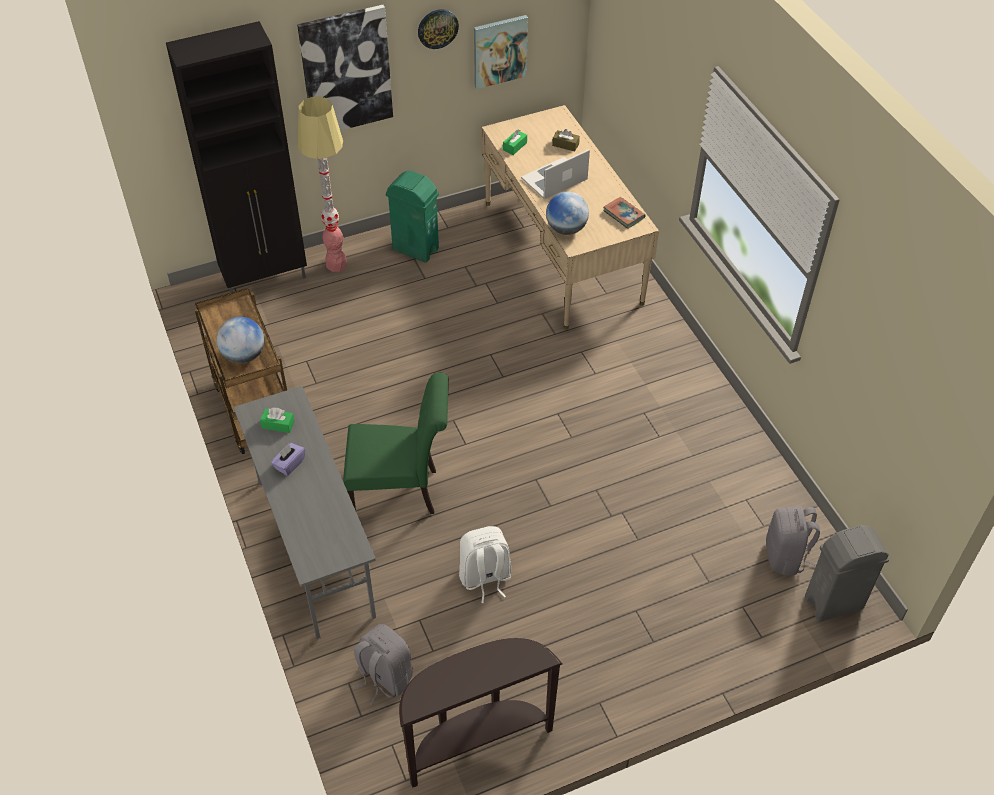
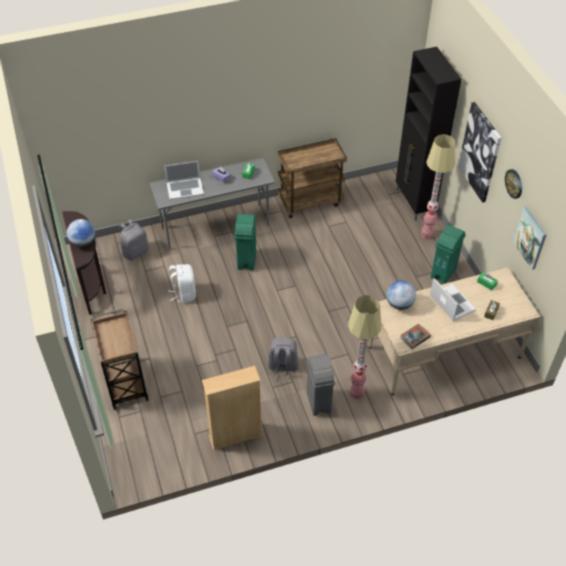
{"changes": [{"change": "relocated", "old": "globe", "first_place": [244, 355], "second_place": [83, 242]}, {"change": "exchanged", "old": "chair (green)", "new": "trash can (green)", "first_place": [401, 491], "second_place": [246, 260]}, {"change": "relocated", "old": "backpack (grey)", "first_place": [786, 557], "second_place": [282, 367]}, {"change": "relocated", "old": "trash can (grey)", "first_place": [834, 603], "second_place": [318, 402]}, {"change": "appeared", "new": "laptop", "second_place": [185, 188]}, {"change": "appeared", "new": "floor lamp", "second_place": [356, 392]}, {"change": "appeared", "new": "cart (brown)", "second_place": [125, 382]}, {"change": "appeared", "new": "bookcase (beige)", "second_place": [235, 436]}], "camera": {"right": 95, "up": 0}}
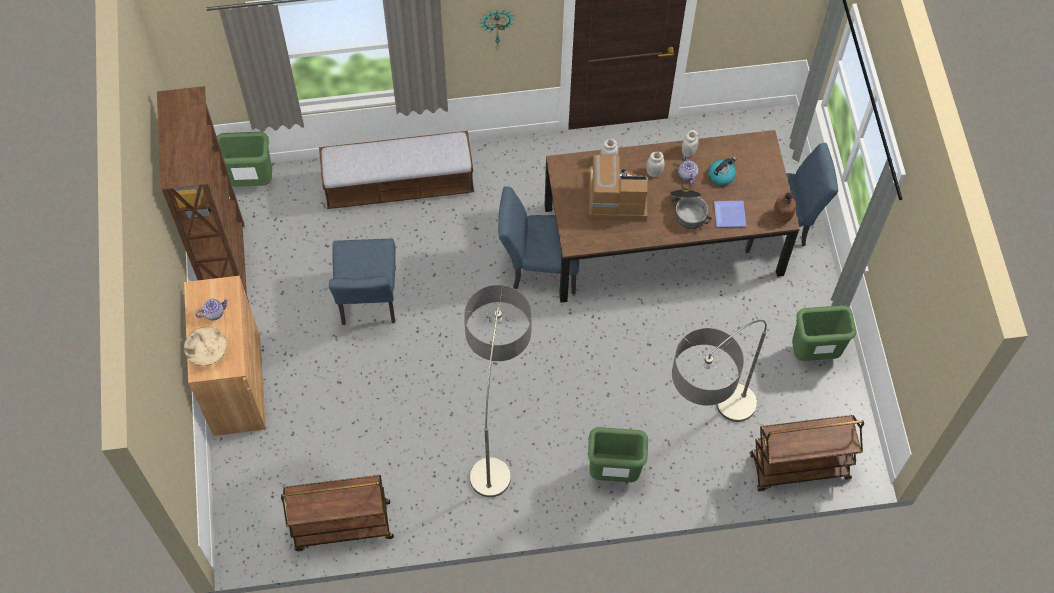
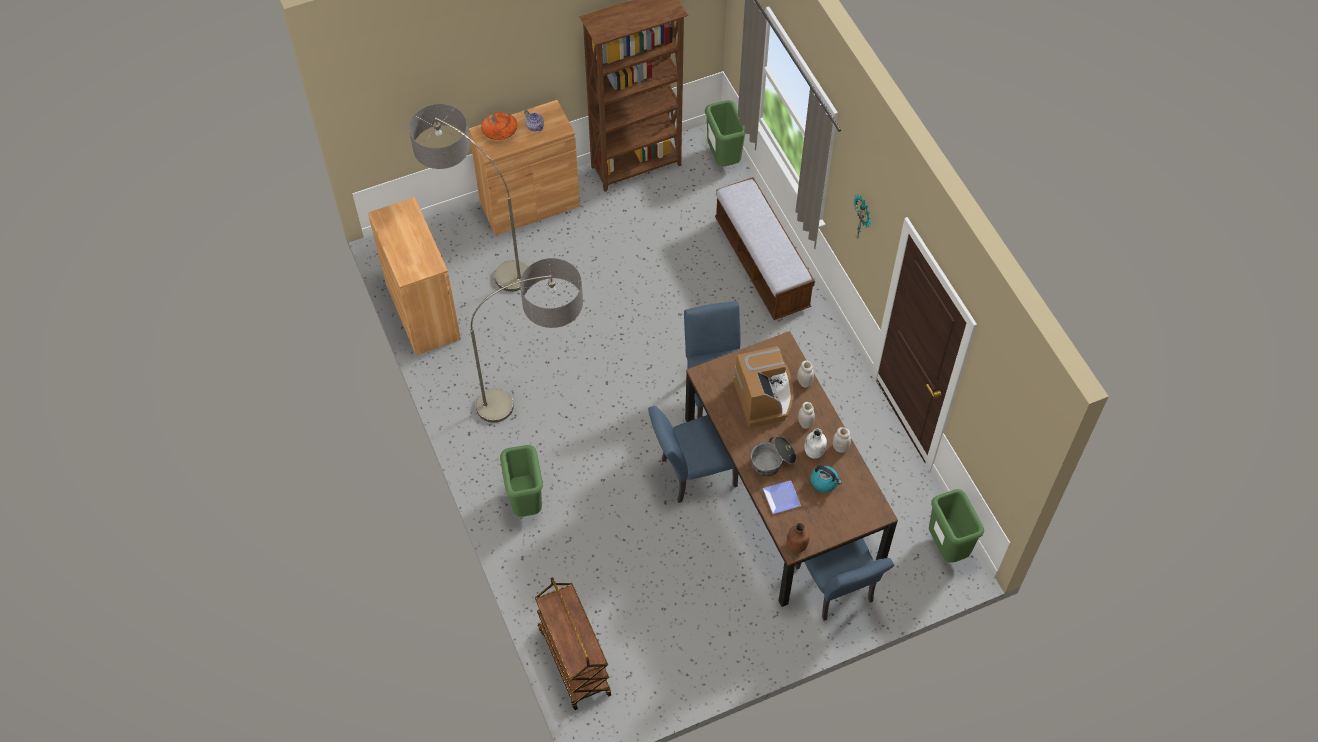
{"changes": [{"change": "exchanged", "old": "teapot", "new": "bottle (white)", "first_place": [687, 174], "second_place": [813, 452]}, {"change": "relocated", "old": "chair (blue)", "first_place": [368, 302], "second_place": [692, 474]}, {"change": "relocated", "old": "trash can (green)", "first_place": [814, 352], "second_place": [947, 547]}, {"change": "relocated", "old": "floor lamp", "first_place": [702, 434], "second_place": [477, 258]}, {"change": "colour", "old": "bowl (beige)", "new": "bowl (orange)", "first_place": [207, 350], "second_place": [500, 131]}, {"change": "exchanged", "old": "cart (brown)", "new": "cabinet (brown)", "first_place": [342, 527], "second_place": [422, 311]}], "camera": {"right": 75, "up": -5}}
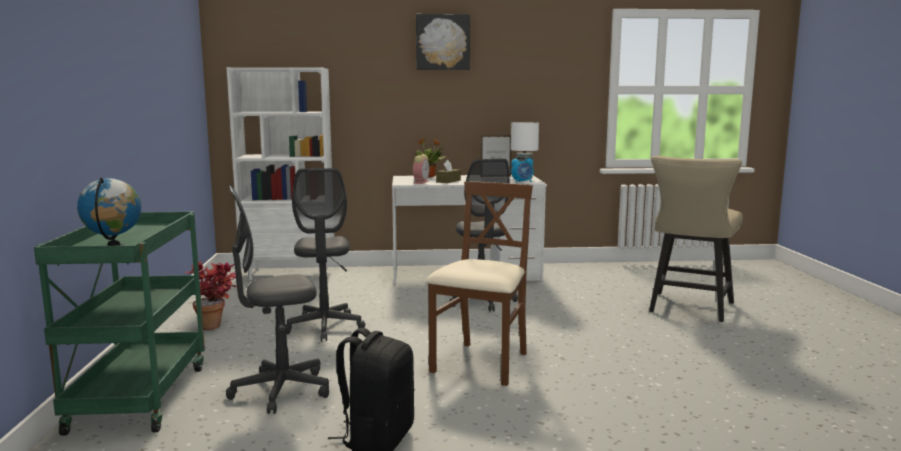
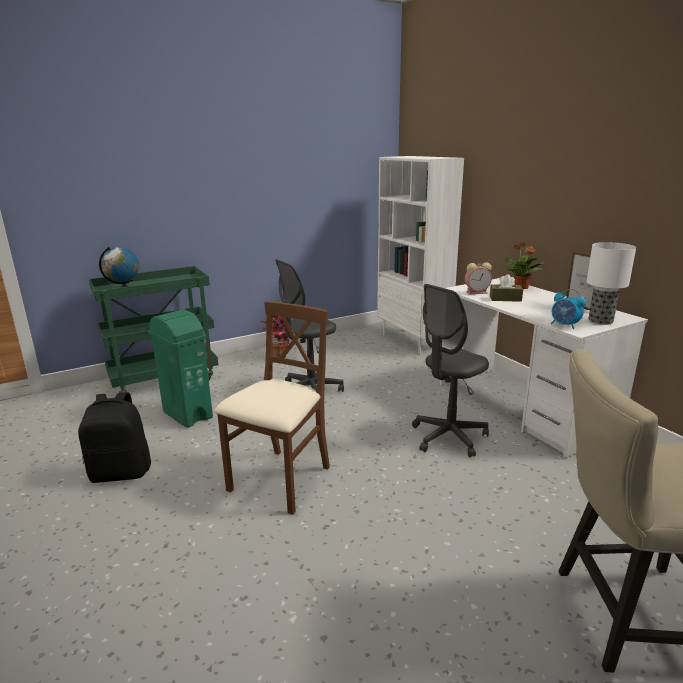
{"changes": [{"change": "missing", "old": "picture", "first_place": [442, 42]}, {"change": "spun", "old": "chair (brown)", "first_place": [481, 363], "second_place": [281, 480], "degrees": -60}, {"change": "exchanged", "old": "office chair (grey)", "new": "trash can (green)", "first_place": [281, 391], "second_place": [187, 414]}], "camera": {"right": 65, "up": 10}}
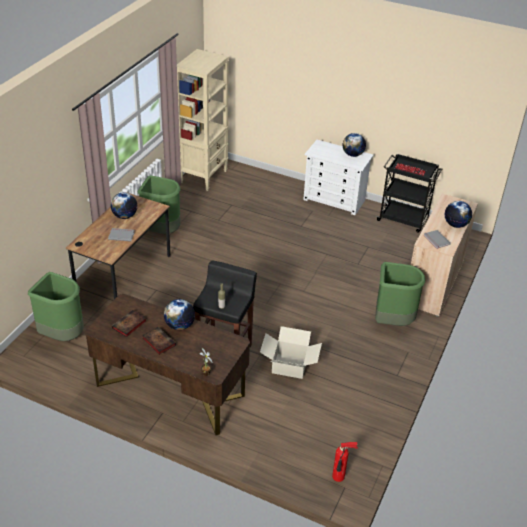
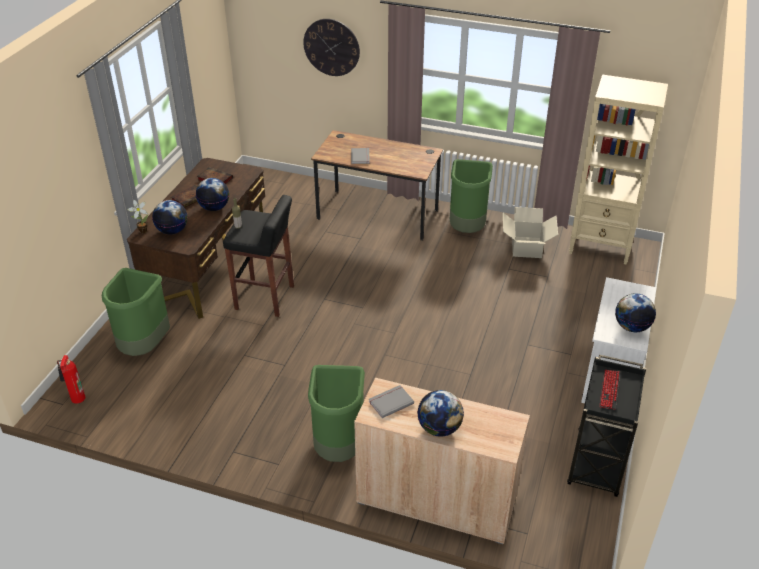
{"changes": [{"change": "relocated", "old": "globe", "first_place": [124, 216], "second_place": [172, 231]}, {"change": "relocated", "old": "trash can (green)", "first_place": [63, 335], "second_place": [144, 346]}, {"change": "relocated", "old": "cardboard box", "first_place": [289, 365], "second_place": [527, 247]}, {"change": "appeared", "new": "wall clock", "second_place": [331, 47]}], "camera": {"right": 85, "up": 0}}
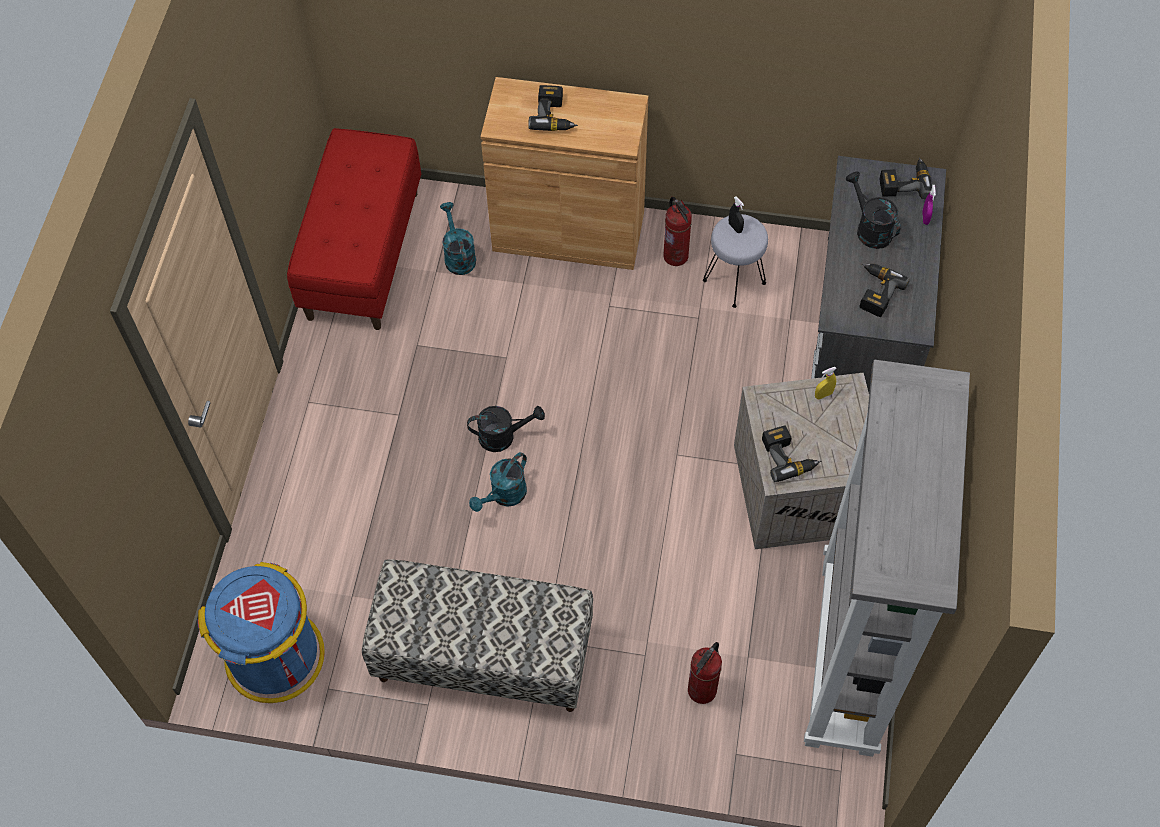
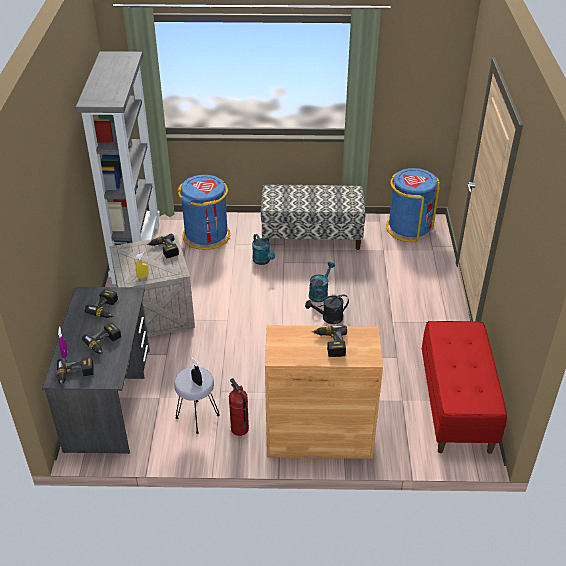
{"changes": [{"change": "exchanged", "old": "watering can (black)", "new": "power drill", "first_place": [869, 228], "second_place": [105, 343]}, {"change": "relocated", "old": "watering can (turquoise)", "first_place": [458, 255], "second_place": [263, 261]}, {"change": "exchanged", "old": "fire extinguisher", "new": "trash can (blue)", "first_place": [702, 690], "second_place": [206, 235]}], "camera": {"right": 170, "up": -20}}
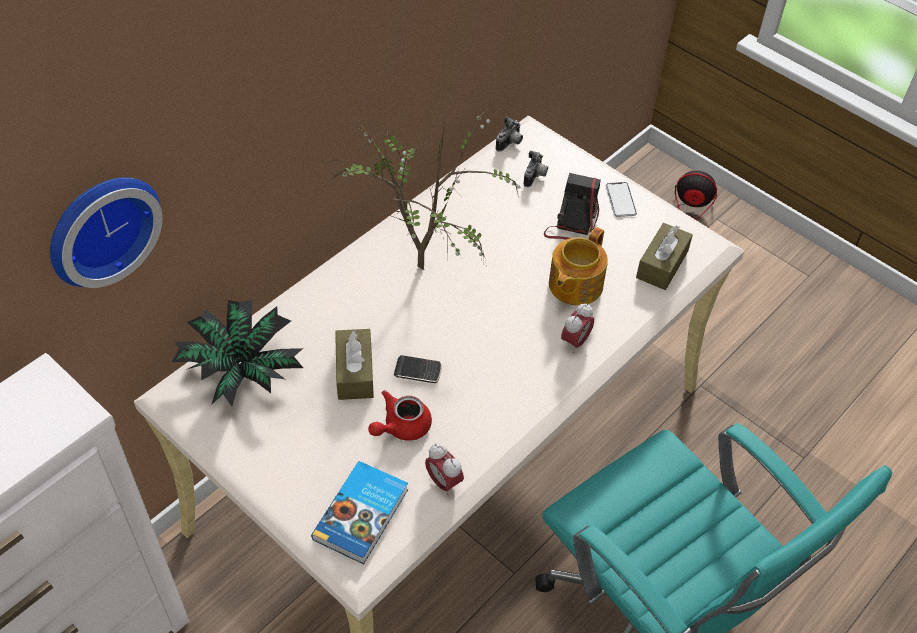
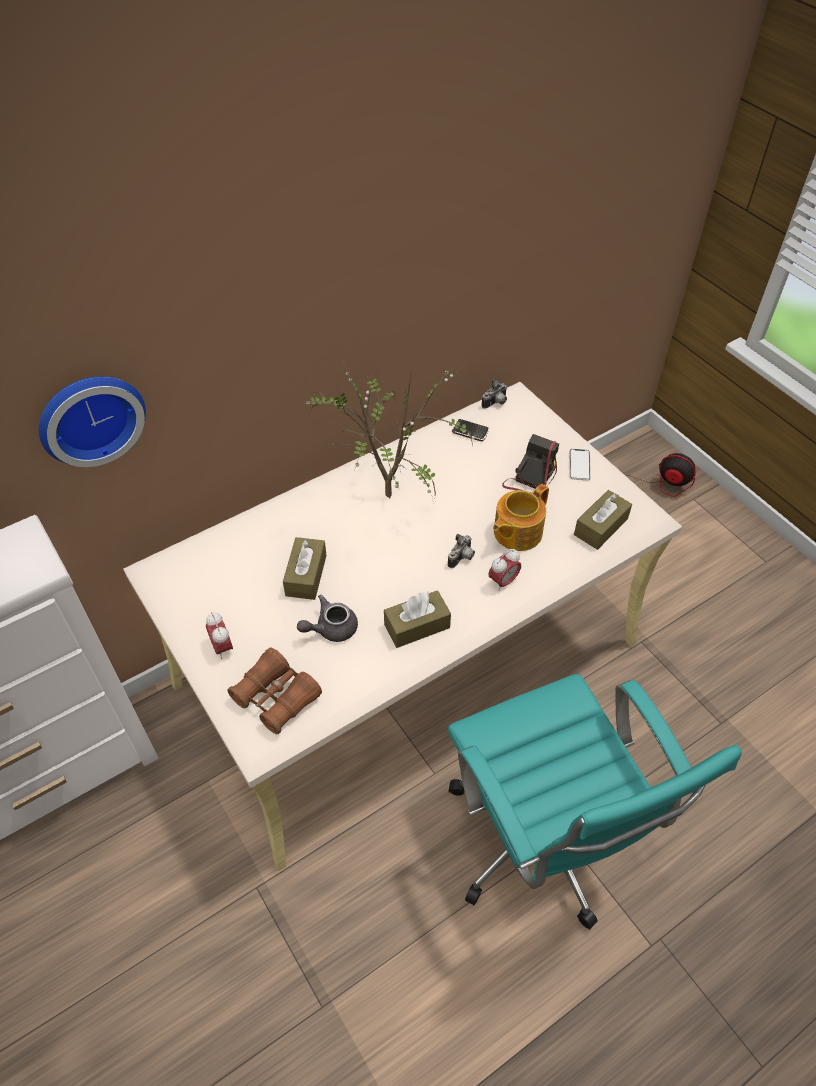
{"changes": [{"change": "relocated", "old": "photo camera", "first_place": [535, 177], "second_place": [462, 558]}, {"change": "missing", "old": "potted plant", "first_place": [241, 369]}, {"change": "relocated", "old": "phone", "first_place": [418, 371], "second_place": [470, 432]}, {"change": "colour", "old": "teapot (red)", "new": "teapot (grey)", "first_place": [401, 427], "second_place": [330, 628]}, {"change": "relocated", "old": "alarm clock", "first_place": [443, 482], "second_place": [222, 647]}, {"change": "exchanged", "old": "book", "new": "binoculars (brown)", "first_place": [363, 514], "second_place": [276, 697]}, {"change": "appeared", "new": "tissue box (brown)", "second_place": [417, 626]}], "camera": {"right": 15, "up": 0}}
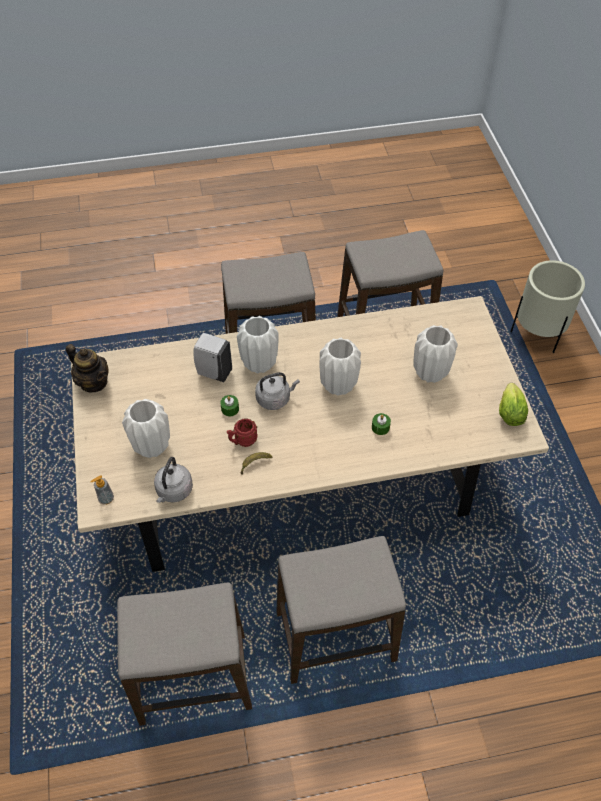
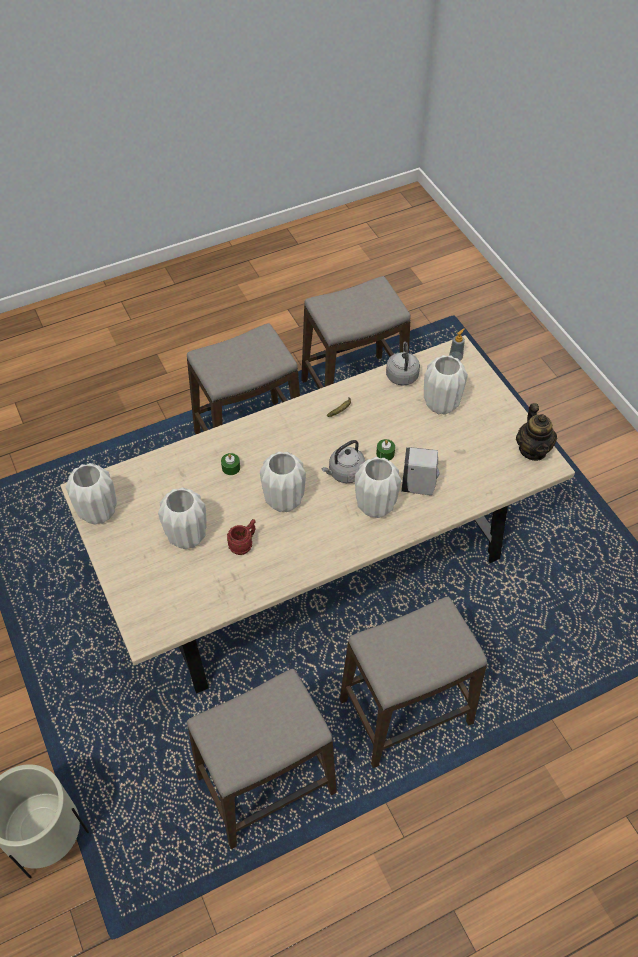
{"changes": [{"change": "spun", "old": "teapot", "first_place": [94, 382], "second_place": [533, 450], "degrees": -120}, {"change": "exchanged", "old": "lettuce", "new": "vase (white)", "first_place": [509, 411], "second_place": [99, 512]}, {"change": "relocated", "old": "mug (red)", "first_place": [242, 441], "second_place": [244, 544]}], "camera": {"right": 165, "up": 0}}
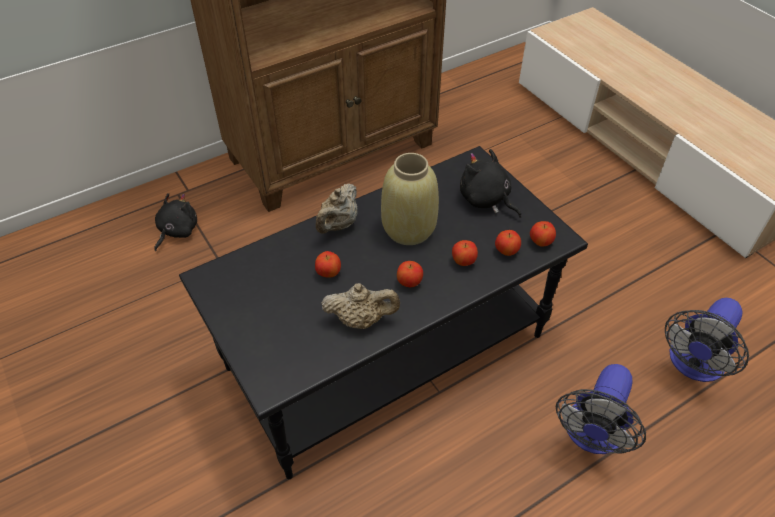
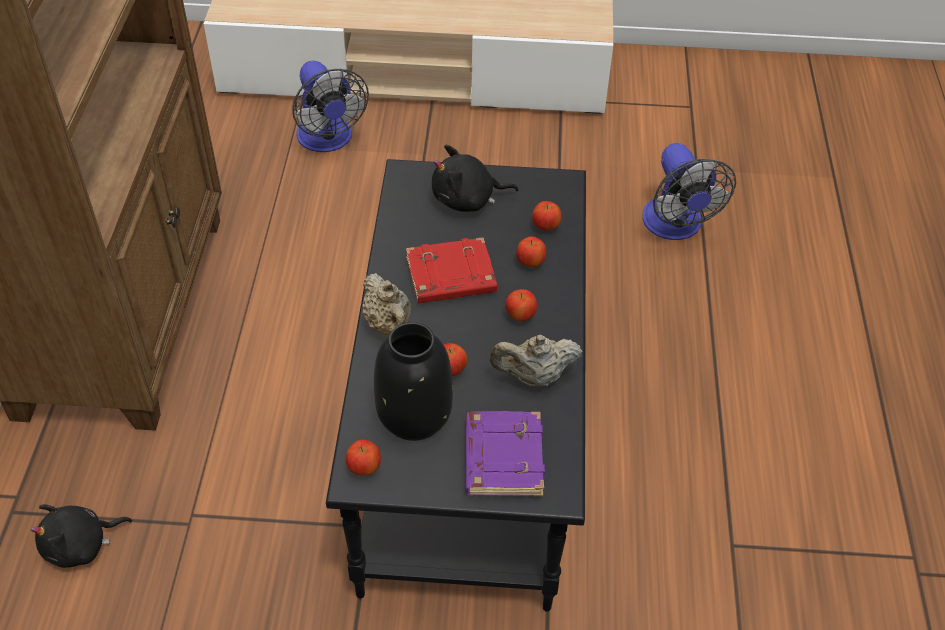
{"changes": [{"change": "exchanged", "old": "vase (beige)", "new": "book (red)", "first_place": [408, 229], "second_place": [450, 277]}, {"change": "spun", "old": "plush toy (black)", "first_place": [177, 231], "second_place": [81, 545], "degrees": -90}, {"change": "relocated", "old": "apple", "first_place": [540, 242], "second_place": [364, 468]}, {"change": "spun", "old": "teapot (beige)", "first_place": [361, 319], "second_place": [534, 377], "degrees": -135}, {"change": "relocated", "old": "fan", "first_place": [591, 436], "second_place": [328, 140]}, {"change": "appeared", "new": "vase (black)", "second_place": [413, 416]}, {"change": "appeared", "new": "book (purple)", "second_place": [502, 457]}], "camera": {"right": -55, "up": 0}}
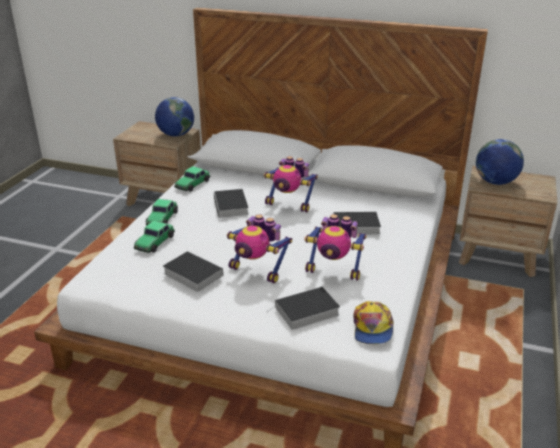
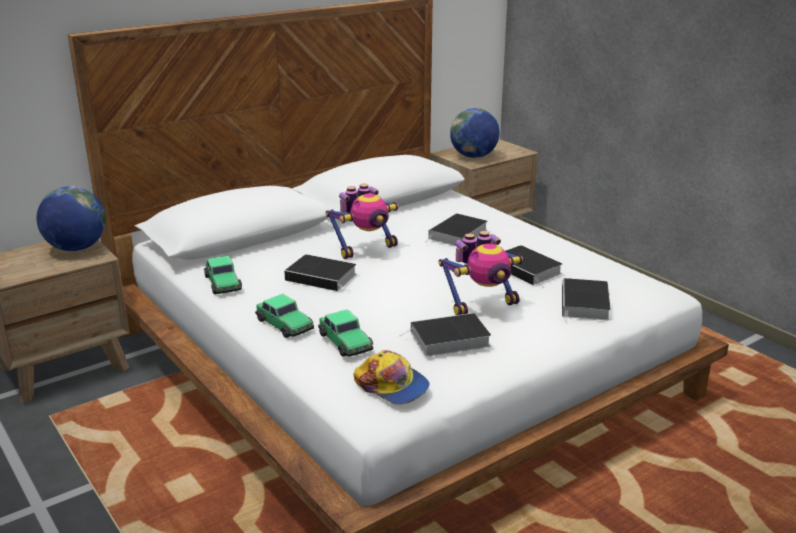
{"changes": [{"change": "exchanged", "old": "toy robot", "new": "book", "first_place": [334, 271], "second_place": [528, 270]}, {"change": "relocated", "old": "cap", "first_place": [372, 328], "second_place": [392, 385]}], "camera": {"right": -55, "up": -5}}
